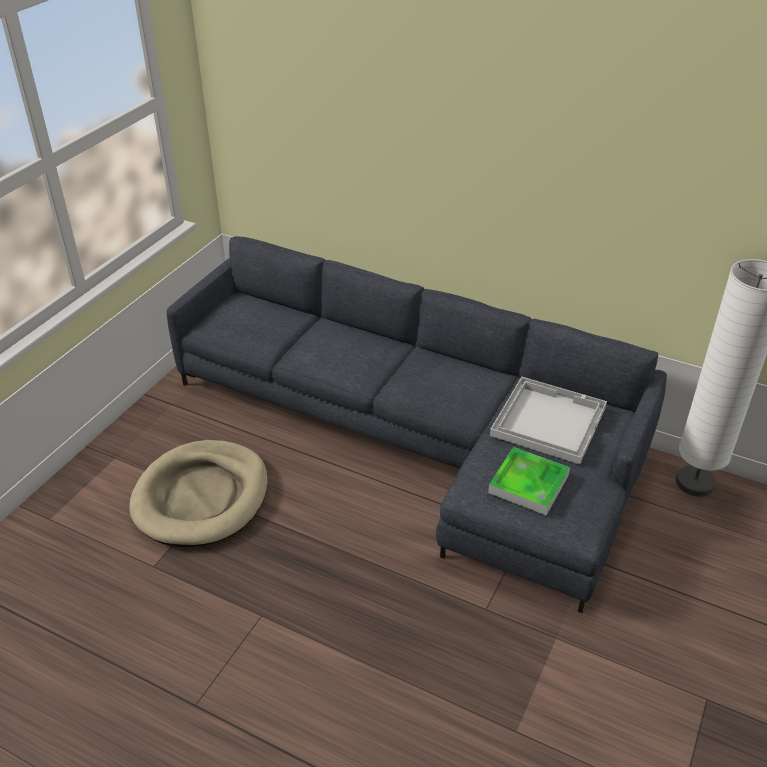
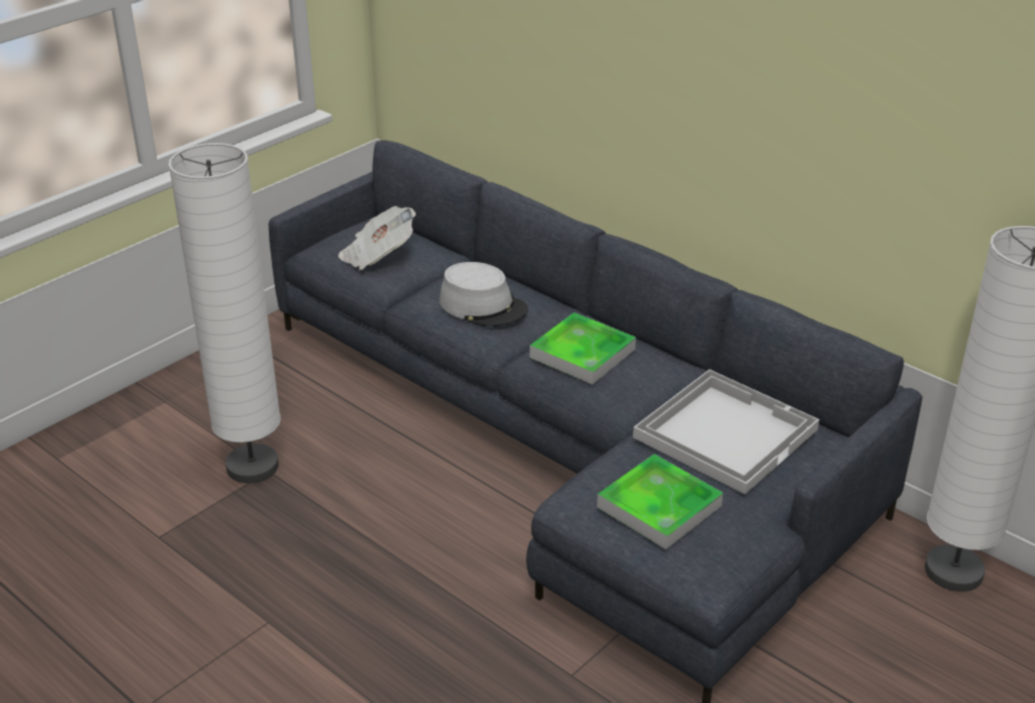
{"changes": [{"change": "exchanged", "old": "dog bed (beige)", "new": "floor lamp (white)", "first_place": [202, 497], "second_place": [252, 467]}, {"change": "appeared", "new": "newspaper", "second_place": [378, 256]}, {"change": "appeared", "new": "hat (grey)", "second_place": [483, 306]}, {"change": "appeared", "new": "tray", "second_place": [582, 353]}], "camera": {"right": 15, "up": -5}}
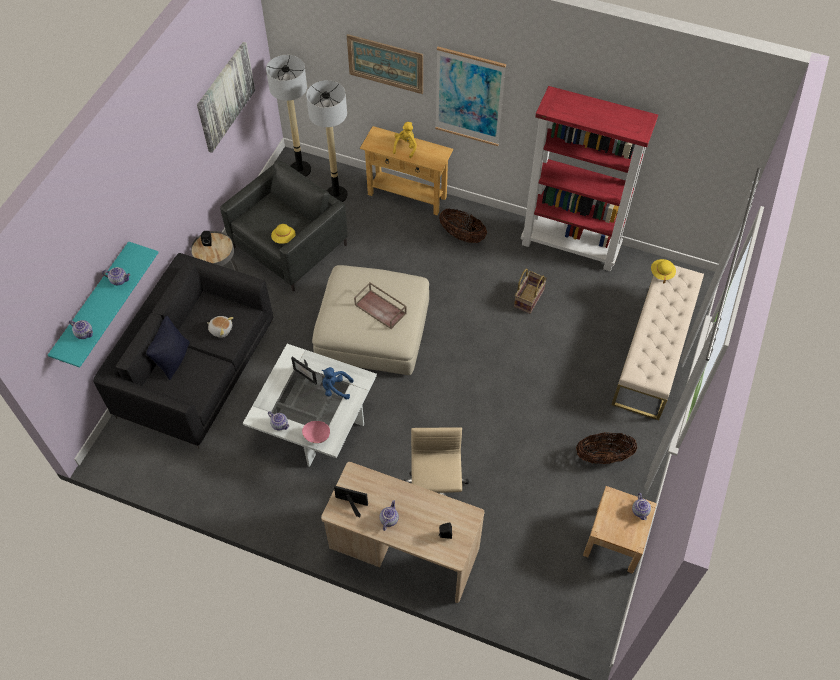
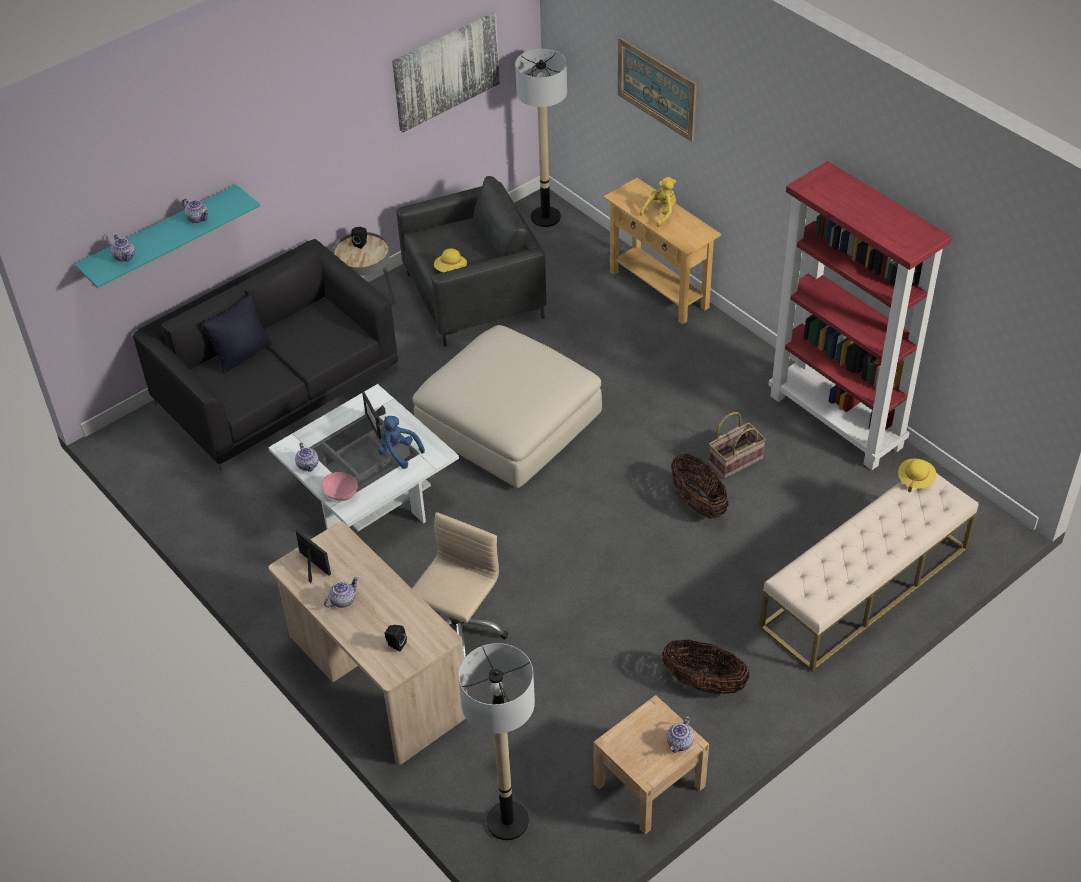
{"changes": [{"change": "missing", "old": "picture", "first_place": [469, 97]}, {"change": "relocated", "old": "floor lamp", "first_place": [336, 195], "second_place": [508, 821]}, {"change": "relocated", "old": "basket", "first_place": [462, 236], "second_place": [698, 502]}, {"change": "missing", "old": "tray (brown)", "first_place": [381, 309]}, {"change": "missing", "old": "plush toy", "first_place": [221, 329]}], "camera": {"right": 30, "up": -10}}
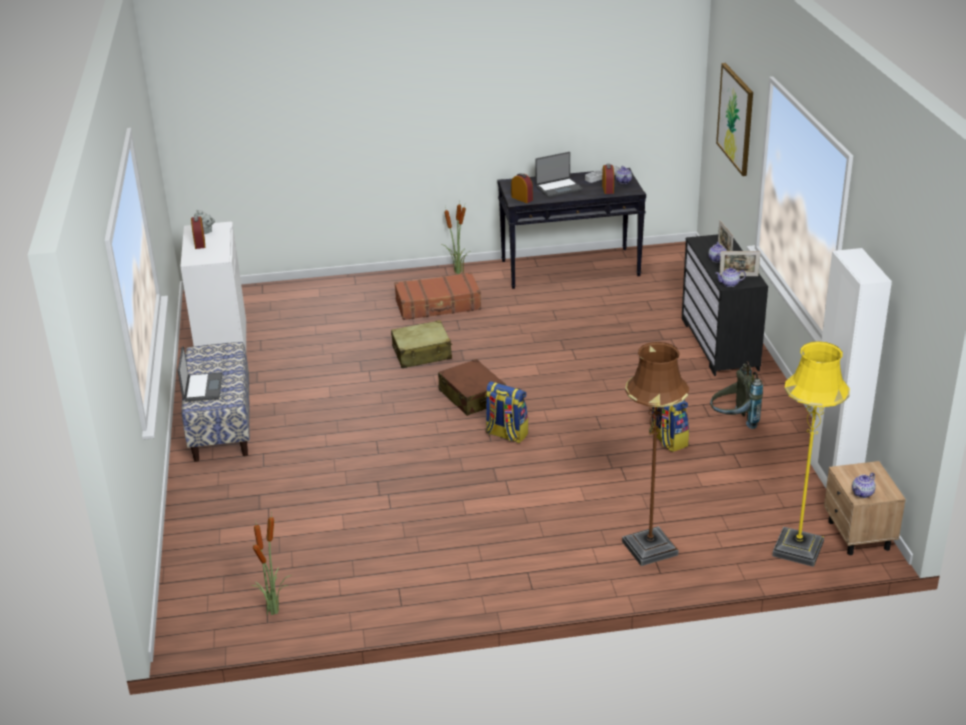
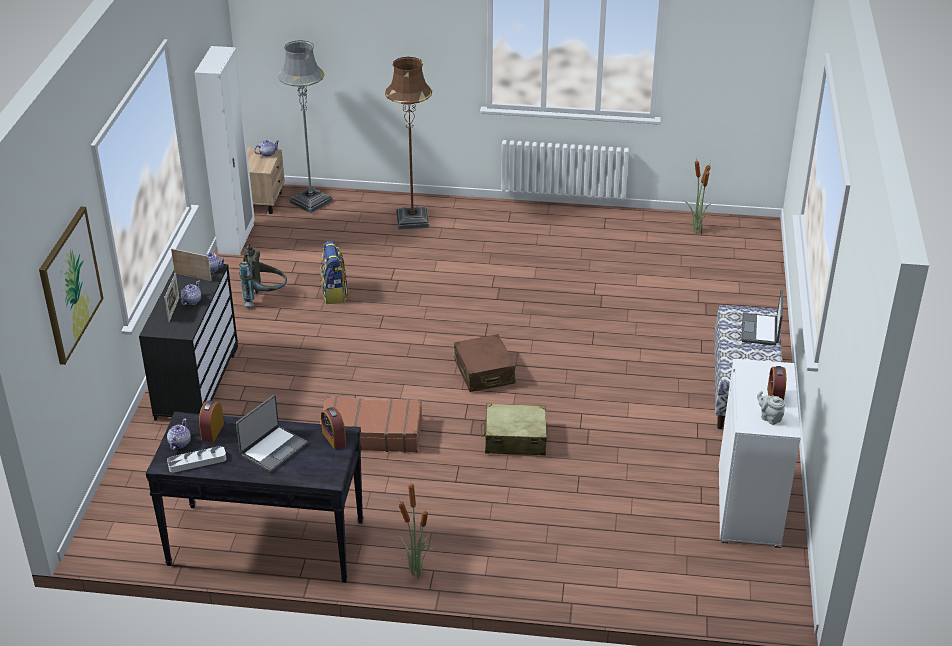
{"changes": [{"change": "spun", "old": "laptop", "first_place": [558, 188], "second_place": [273, 449], "degrees": 135}, {"change": "relocated", "old": "suitcase (brown)", "first_place": [438, 305], "second_place": [371, 433]}, {"change": "colour", "old": "floor lamp (yellow)", "new": "floor lamp (grey)", "first_place": [797, 549], "second_place": [311, 202]}, {"change": "missing", "old": "backpack", "first_place": [506, 434]}], "camera": {"right": -165, "up": 5}}
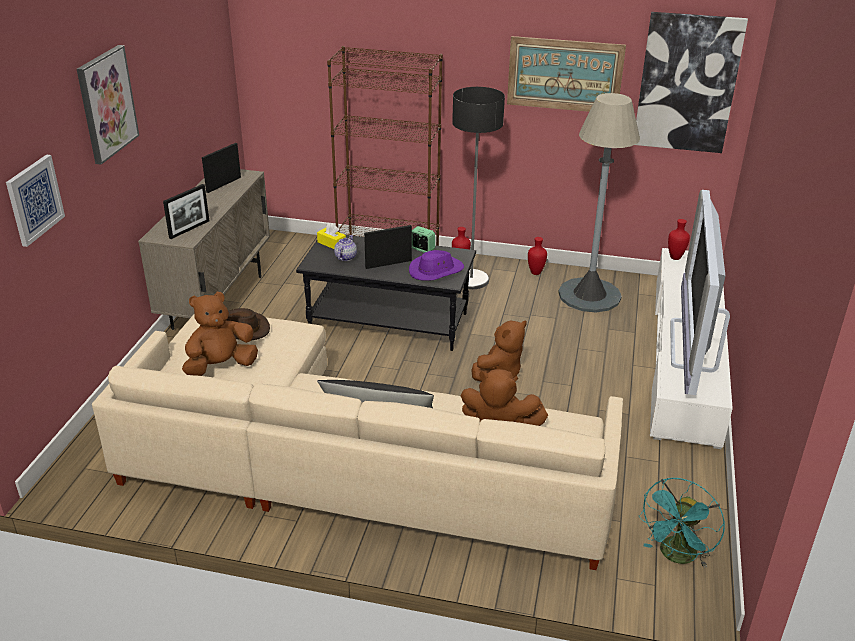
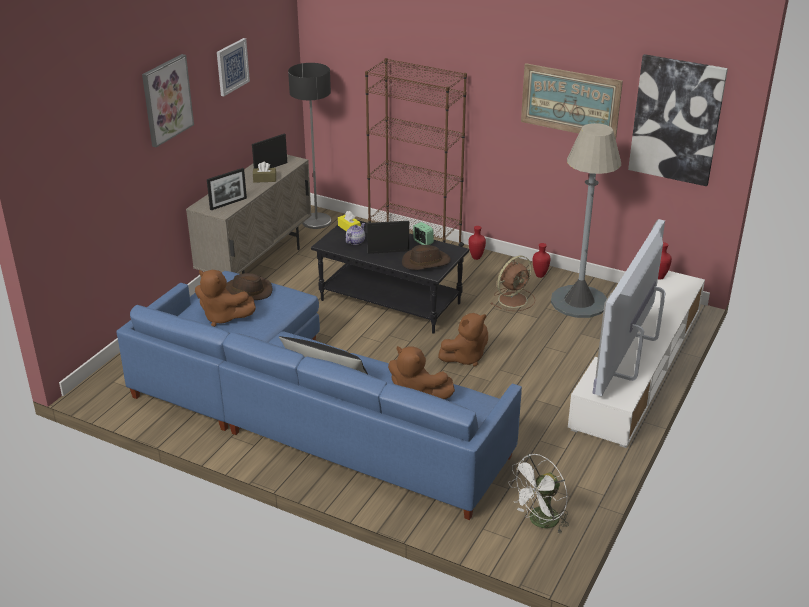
{"changes": [{"change": "relocated", "old": "floor lamp", "first_place": [471, 280], "second_place": [316, 221]}, {"change": "relocated", "old": "picture", "first_place": [34, 199], "second_place": [232, 66]}, {"change": "colour", "old": "hat (purple)", "new": "hat (brown)", "first_place": [436, 270], "second_place": [425, 262]}, {"change": "spun", "old": "plush toy (brown)", "first_place": [220, 366], "second_place": [223, 317], "degrees": -135}, {"change": "colour", "old": "sofa (beige)", "new": "sofa (blue)", "first_place": [340, 465], "second_place": [304, 410]}, {"change": "colour", "old": "fan (turquoise)", "new": "fan (white)", "first_place": [676, 557], "second_place": [540, 522]}, {"change": "appeared", "new": "tissue box (brown)", "second_place": [264, 179]}, {"change": "appeared", "new": "fan (brown)", "second_place": [514, 299]}], "camera": {"right": 15, "up": 0}}
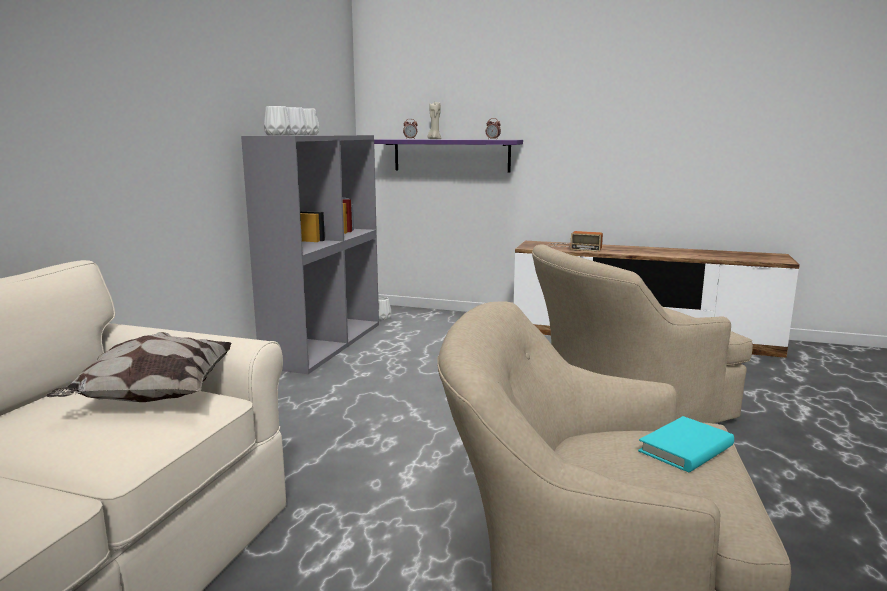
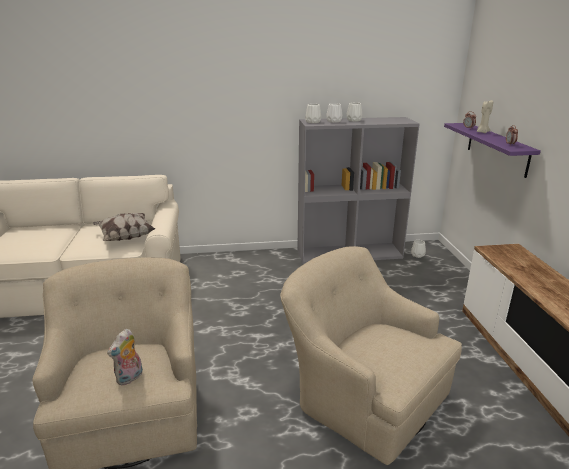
{"changes": [{"change": "missing", "old": "radio", "first_place": [572, 247]}, {"change": "exchanged", "old": "book (turquoise)", "new": "plush toy", "first_place": [686, 449], "second_place": [130, 378]}], "camera": {"right": 65, "up": 10}}
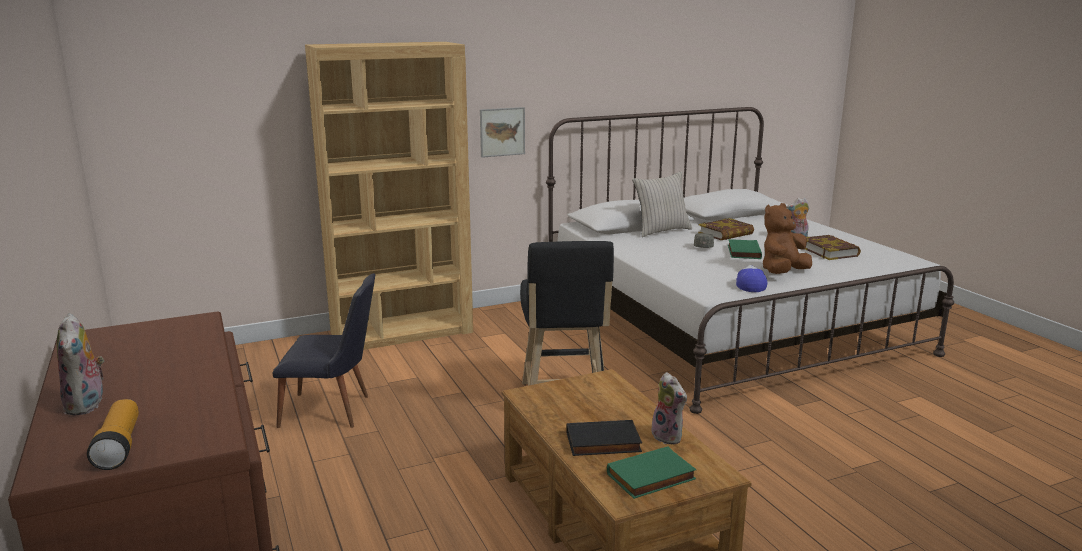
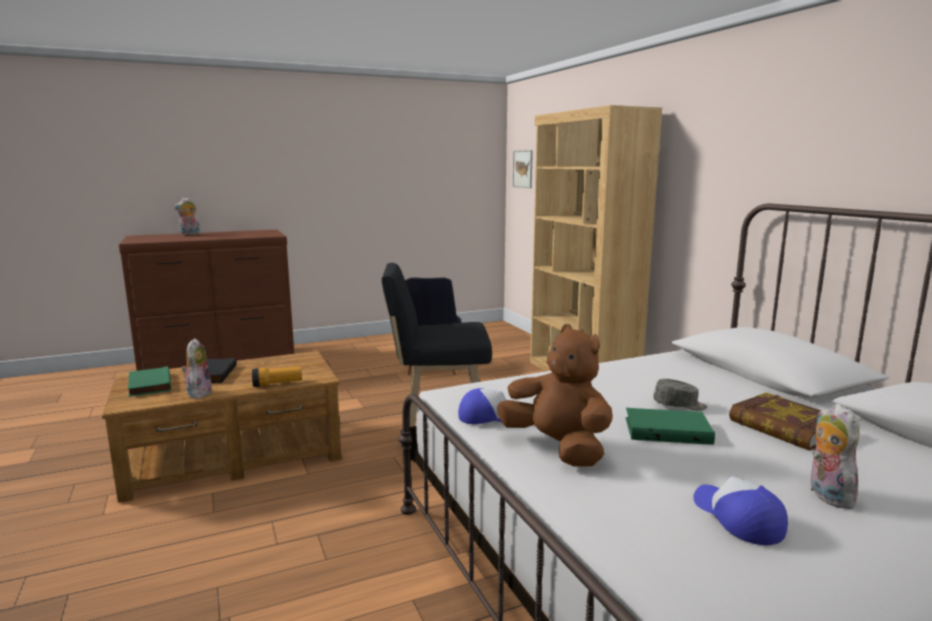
{"changes": [{"change": "relocated", "old": "picture", "first_place": [502, 132], "second_place": [523, 169]}, {"change": "missing", "old": "pillow (beige)", "first_place": [661, 231]}, {"change": "exchanged", "old": "book", "new": "cap", "first_place": [829, 251], "second_place": [737, 518]}, {"change": "spun", "old": "plush toy", "first_place": [669, 436], "second_place": [198, 393], "degrees": 120}, {"change": "relocated", "old": "flashlight", "first_place": [119, 447], "second_place": [277, 384]}], "camera": {"right": 90, "up": -5}}
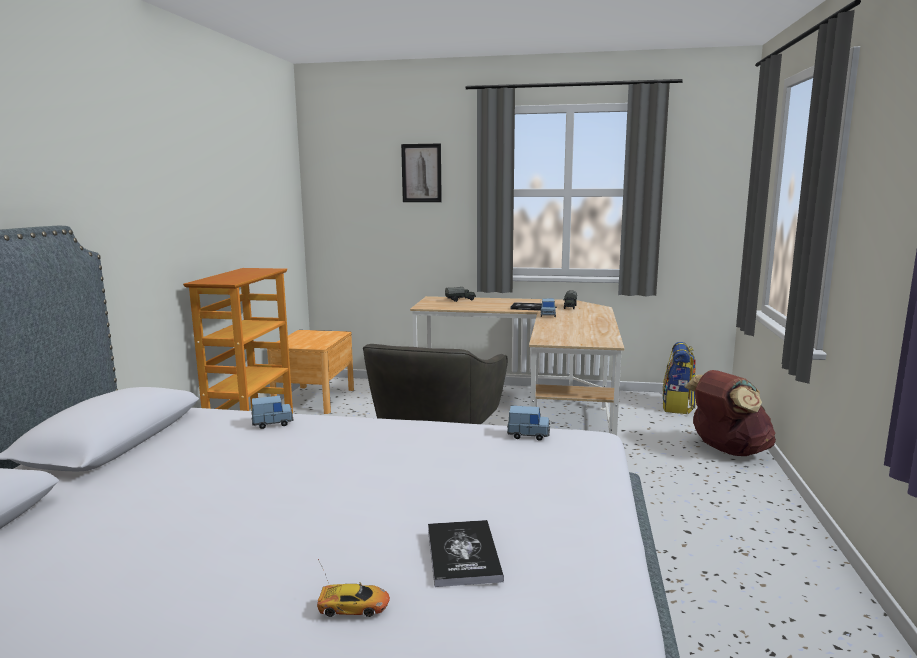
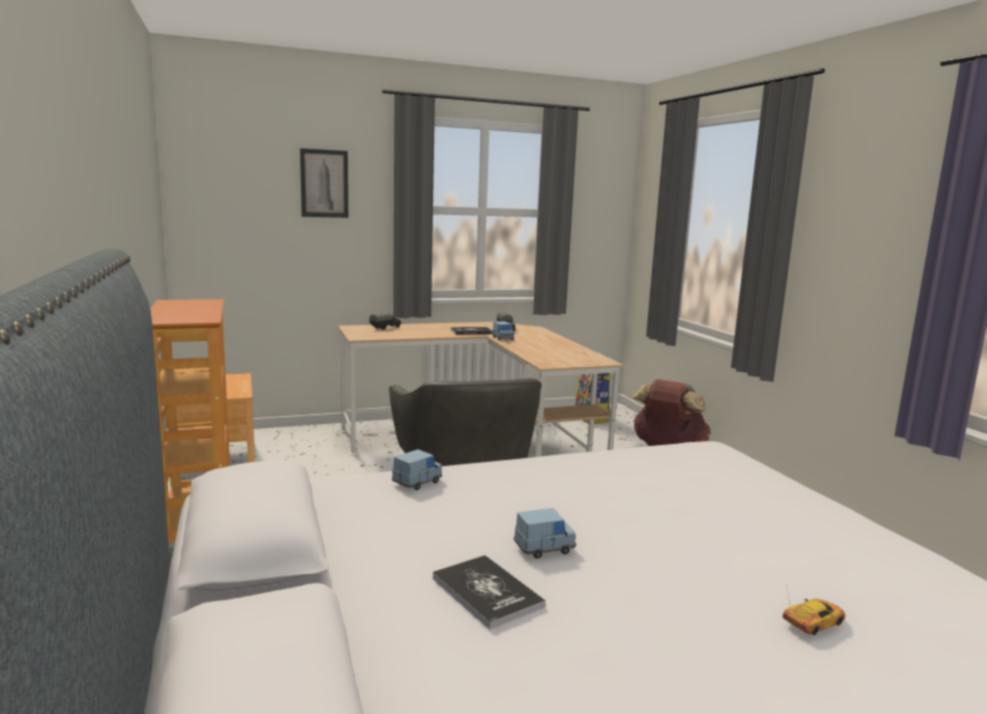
{"changes": [{"change": "relocated", "old": "toy car (blue)", "first_place": [528, 435], "second_place": [544, 548]}, {"change": "relocated", "old": "book", "first_place": [463, 554], "second_place": [487, 592]}], "camera": {"right": -30, "up": 0}}
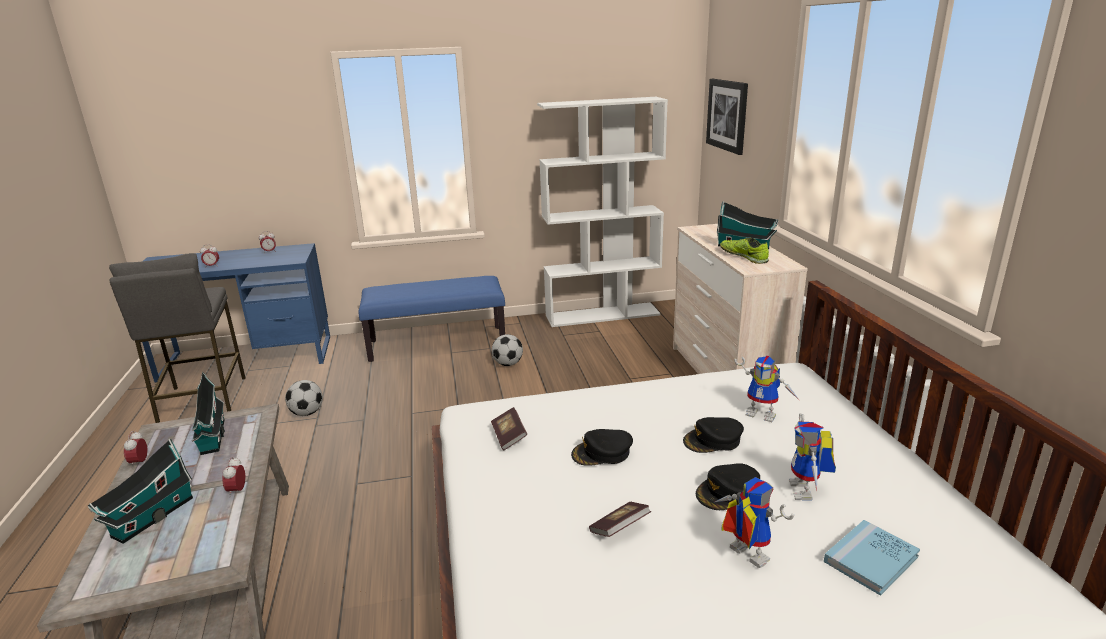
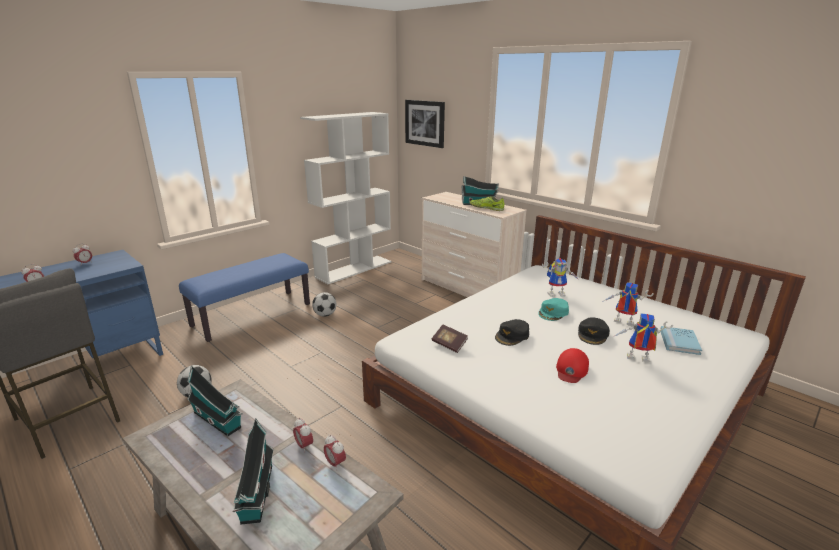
{"changes": [{"change": "spun", "old": "toy robot", "first_place": [807, 492], "second_place": [621, 323], "degrees": 150}, {"change": "colour", "old": "cap (black)", "new": "cap (turquoise)", "first_place": [713, 440], "second_place": [553, 313]}, {"change": "relocated", "old": "alarm clock", "first_place": [139, 462], "second_place": [335, 463]}, {"change": "exchanged", "old": "book", "new": "cap (red)", "first_place": [619, 528], "second_place": [571, 369]}], "camera": {"right": -35, "up": 0}}
